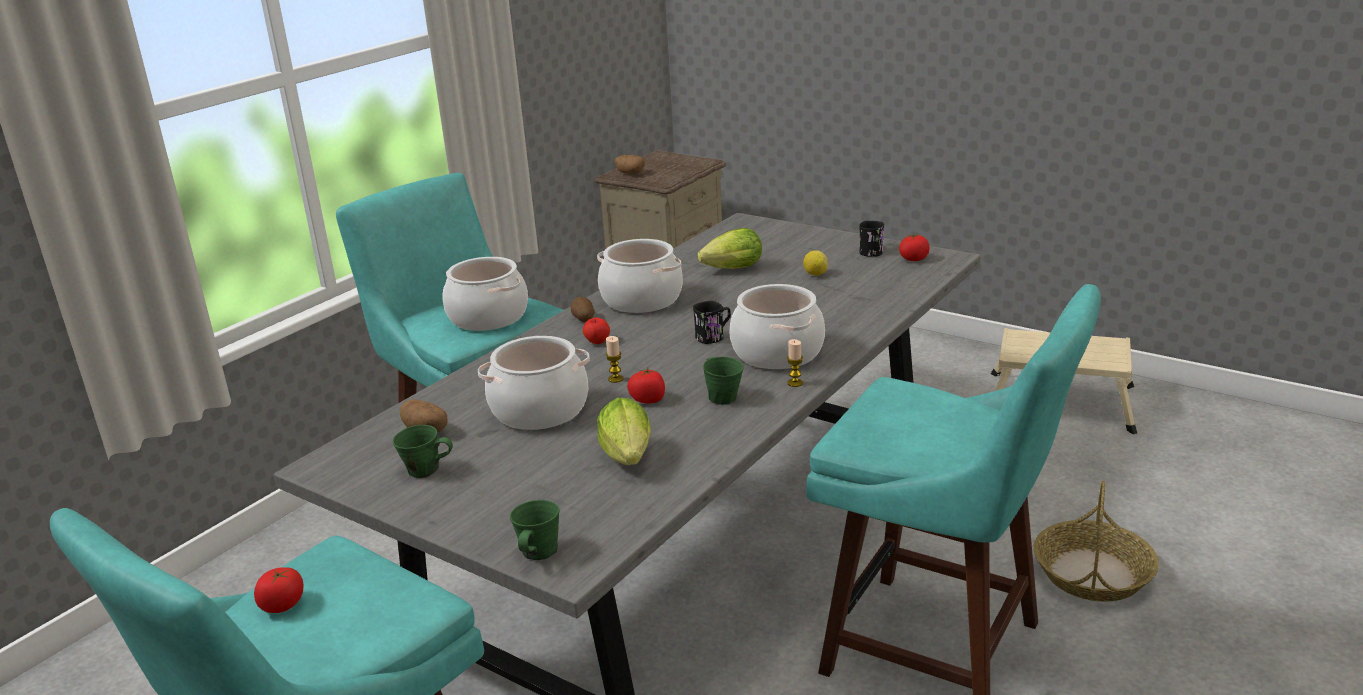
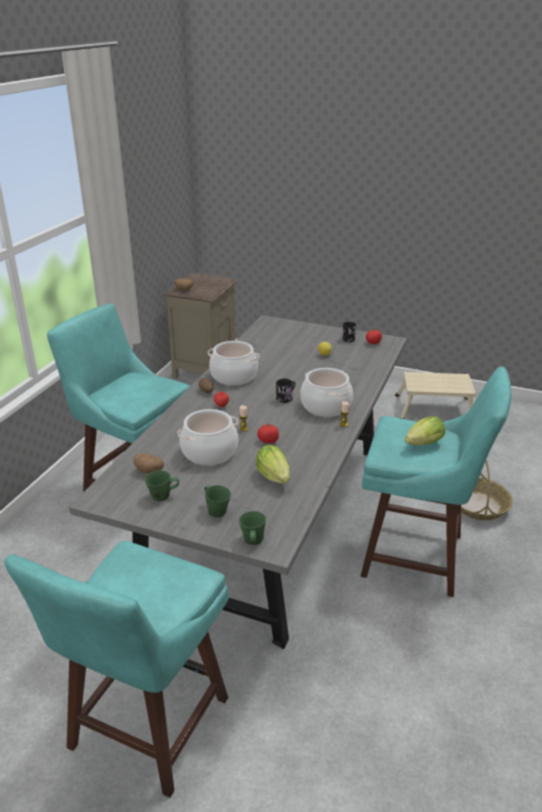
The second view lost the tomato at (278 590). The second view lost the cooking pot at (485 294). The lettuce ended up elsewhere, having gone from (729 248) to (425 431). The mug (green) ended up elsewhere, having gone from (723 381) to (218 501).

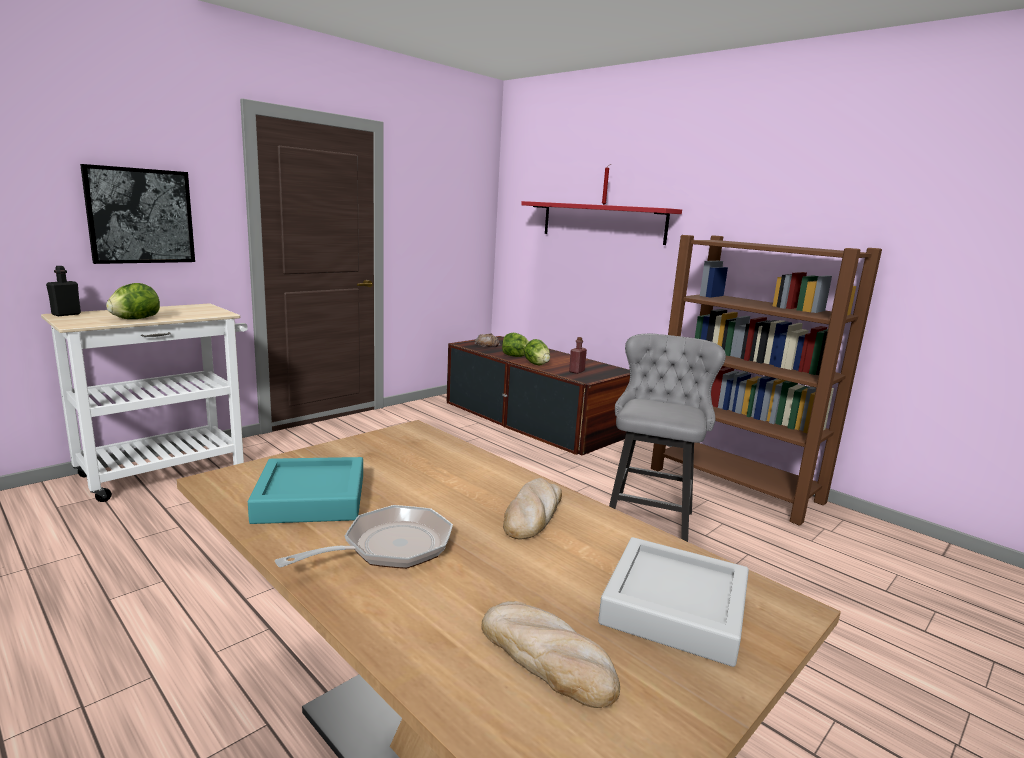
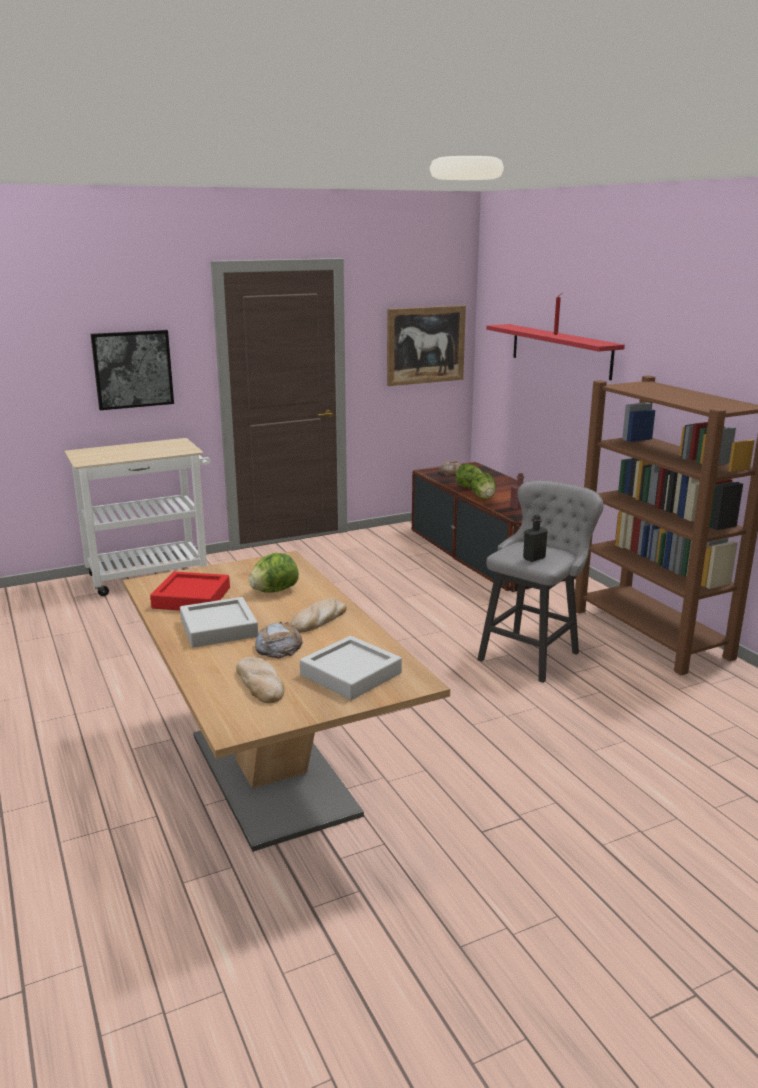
The bottle (black) ended up elsewhere, having gone from (63 291) to (535 538). The lettuce ended up elsewhere, having gone from (133 301) to (274 573). What was the tray (turquoise) at (305 490) turned into the tray (red) at (190 591). Where the frying pan stood at (364 537), the tray (grey) came to stand at (219 622). The second view gained the bread at (279 640). The second view gained the picture at (426 345).

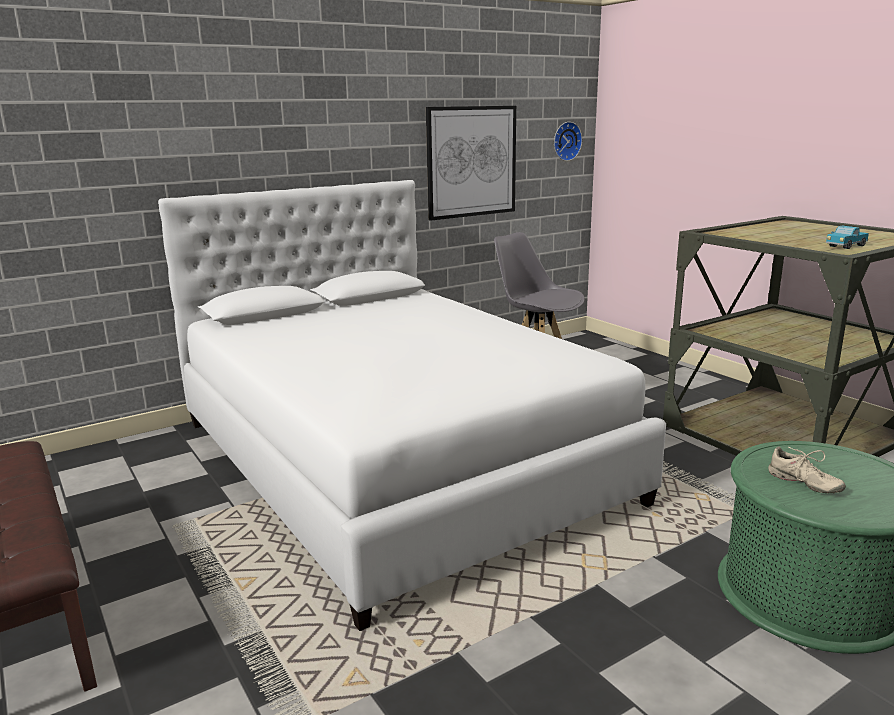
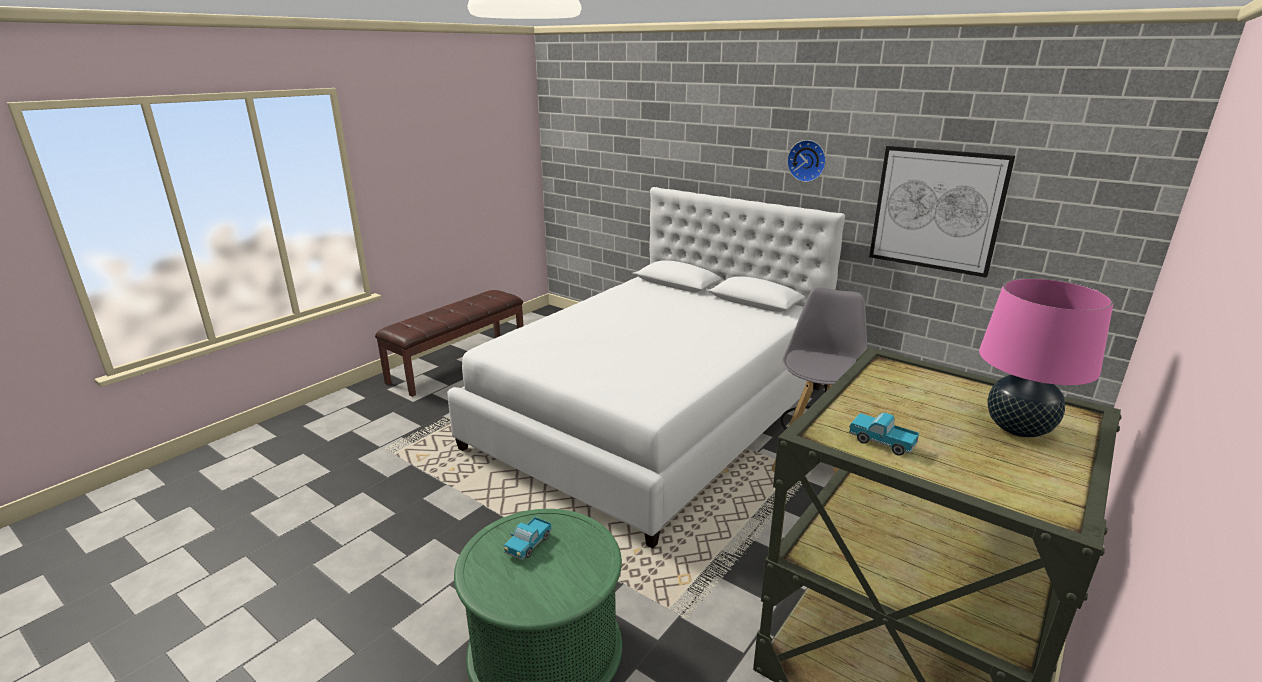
The wall clock ended up elsewhere, having gone from (568 141) to (806 161). Where the shoe (beige) stood at (807 469), the toy truck came to stand at (528 538). The second view gained the table lamp (pink) at (1046 357).

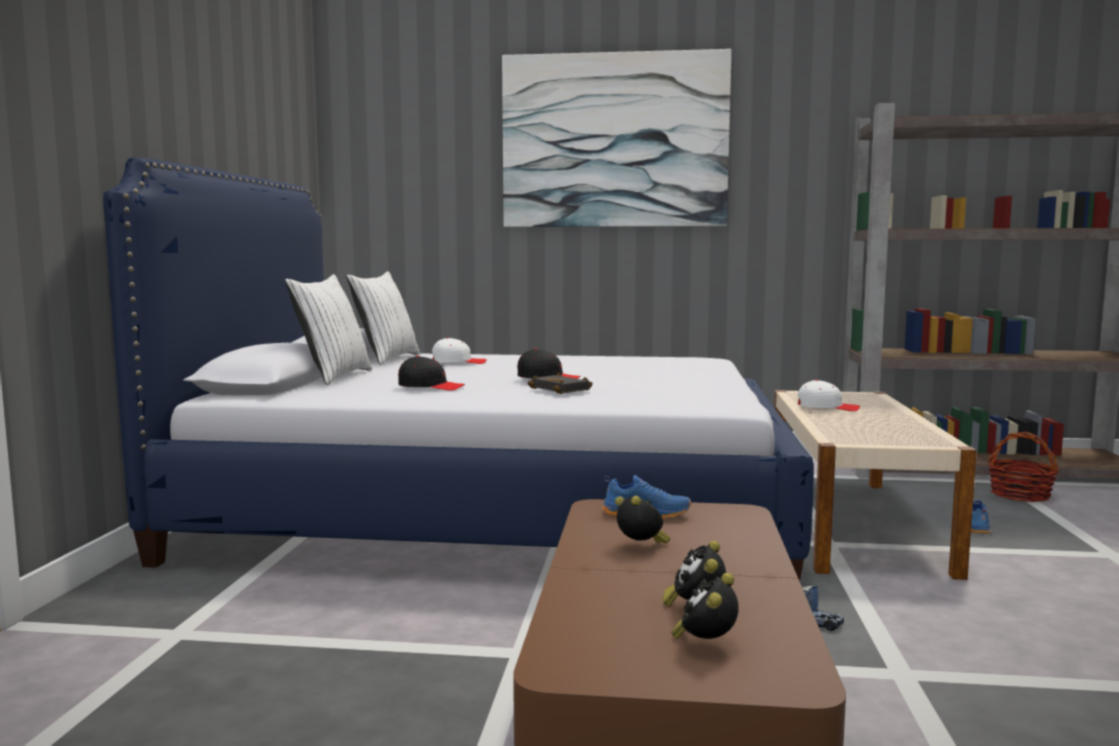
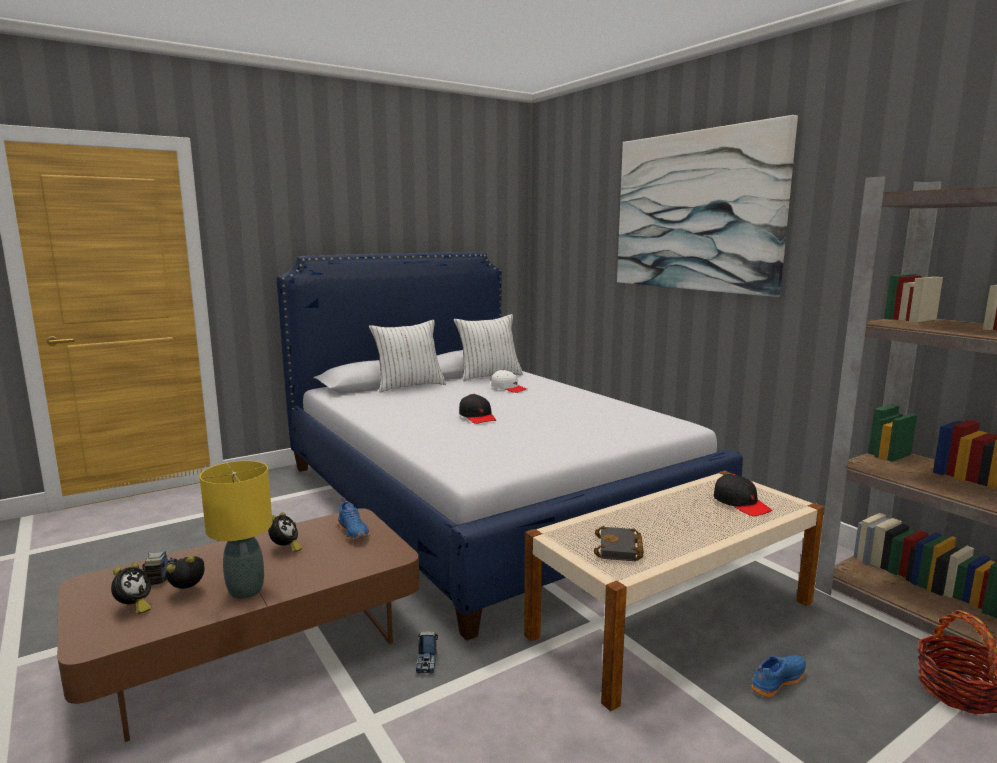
The cap (black) ended up elsewhere, having gone from (431 373) to (743 495). The book (black) ended up elsewhere, having gone from (560 383) to (619 543). The alarm clock at (705 606) ended up facing another way, 120 degrees clockwise from before. The second view lost the cap (white) at (829 395). The second view gained the toy truck at (159 568). The second view gained the table lamp (yellow) at (236 530).

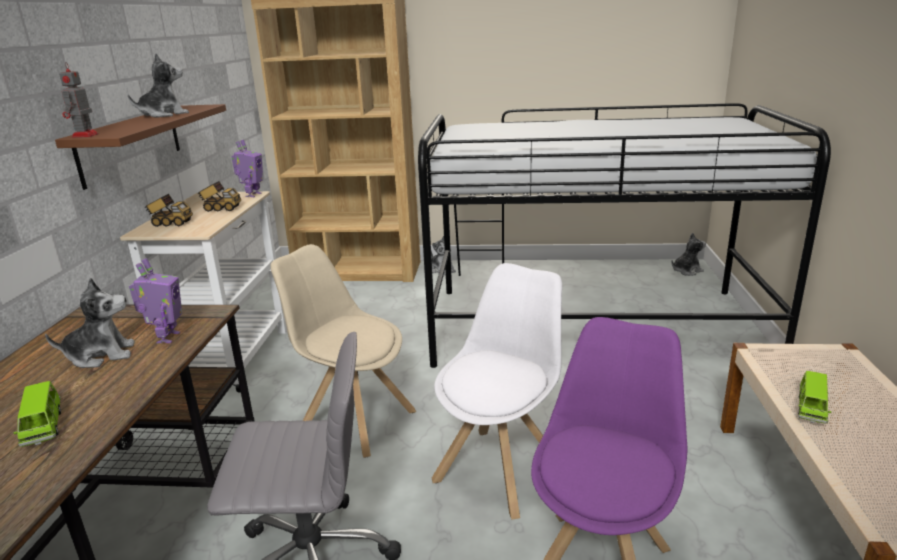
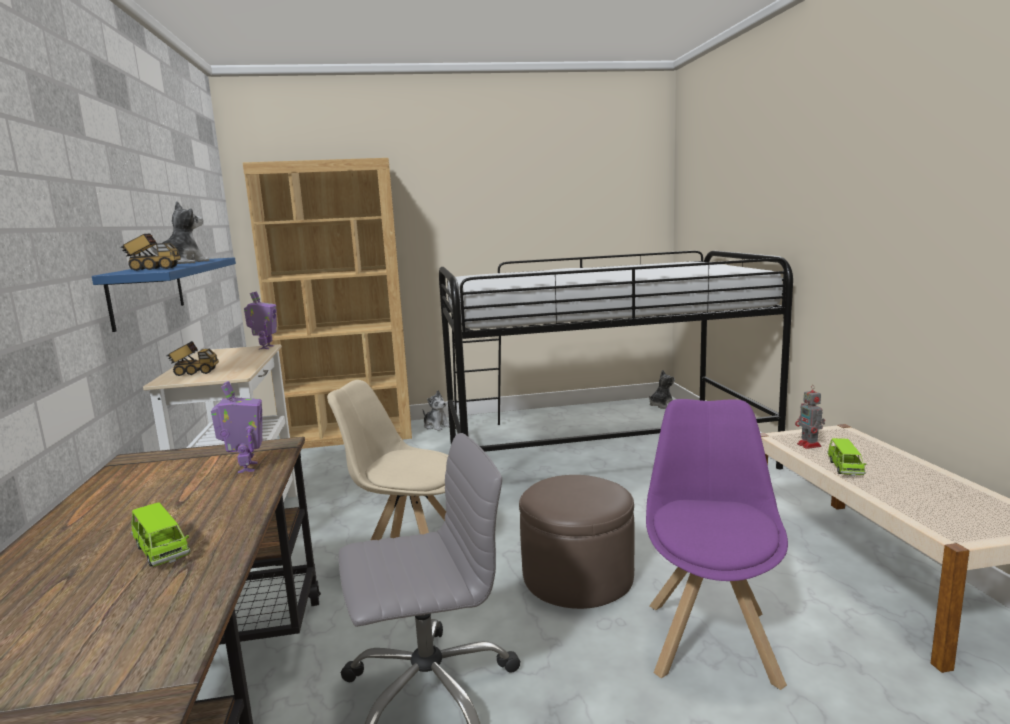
The second view lost the plush toy at (90 323). What was the shelf (brown) at (140 147) turned into the shelf (blue) at (164 295). The toy robot ended up elsewhere, having gone from (79 100) to (810 417). The toy truck ended up elsewhere, having gone from (219 196) to (150 252). Where the chair (white) stood at (497 391), the ottoman (brown) came to stand at (577 542).

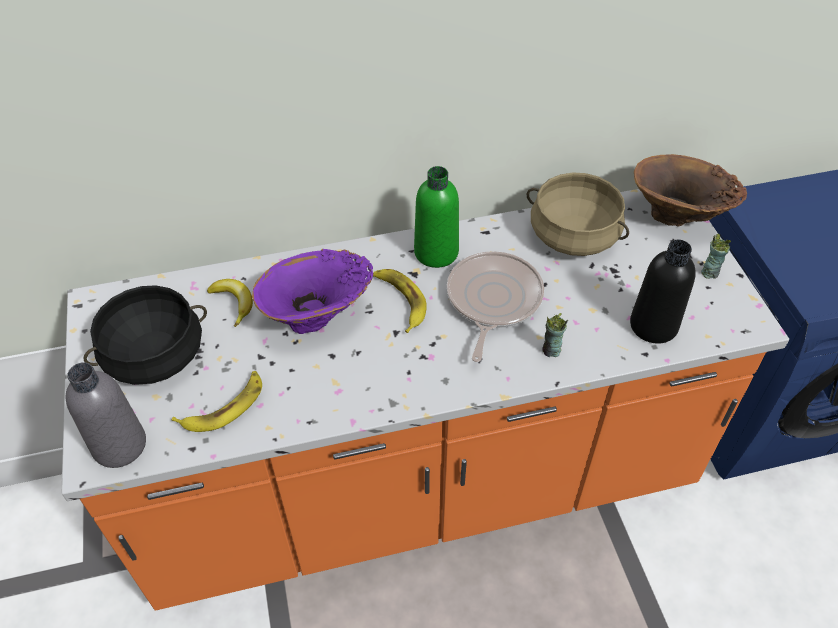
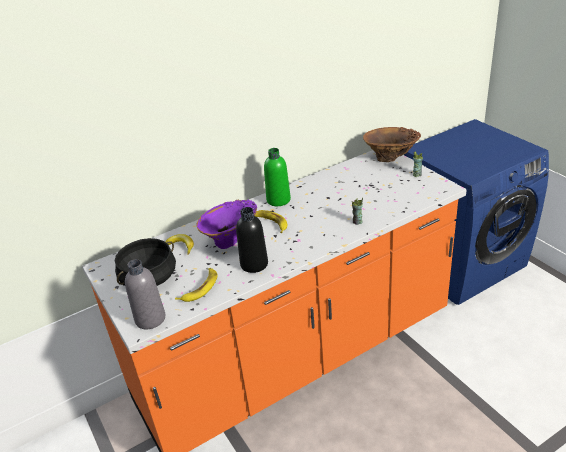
The second view lost the frying pan at (495 306). The second view lost the cooking pot (beige) at (577 214). The bottle (black) ended up elsewhere, having gone from (663 292) to (252 240).

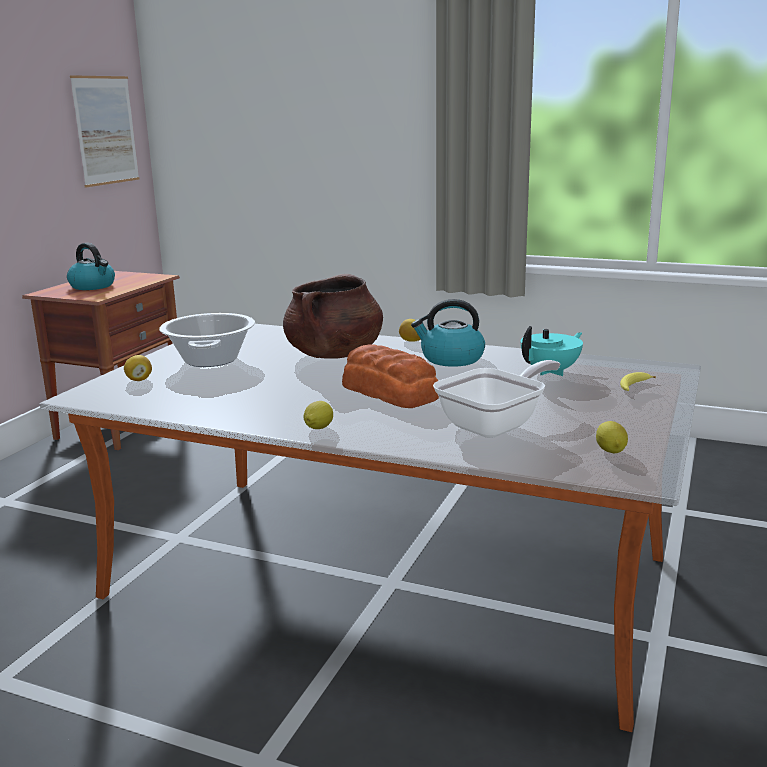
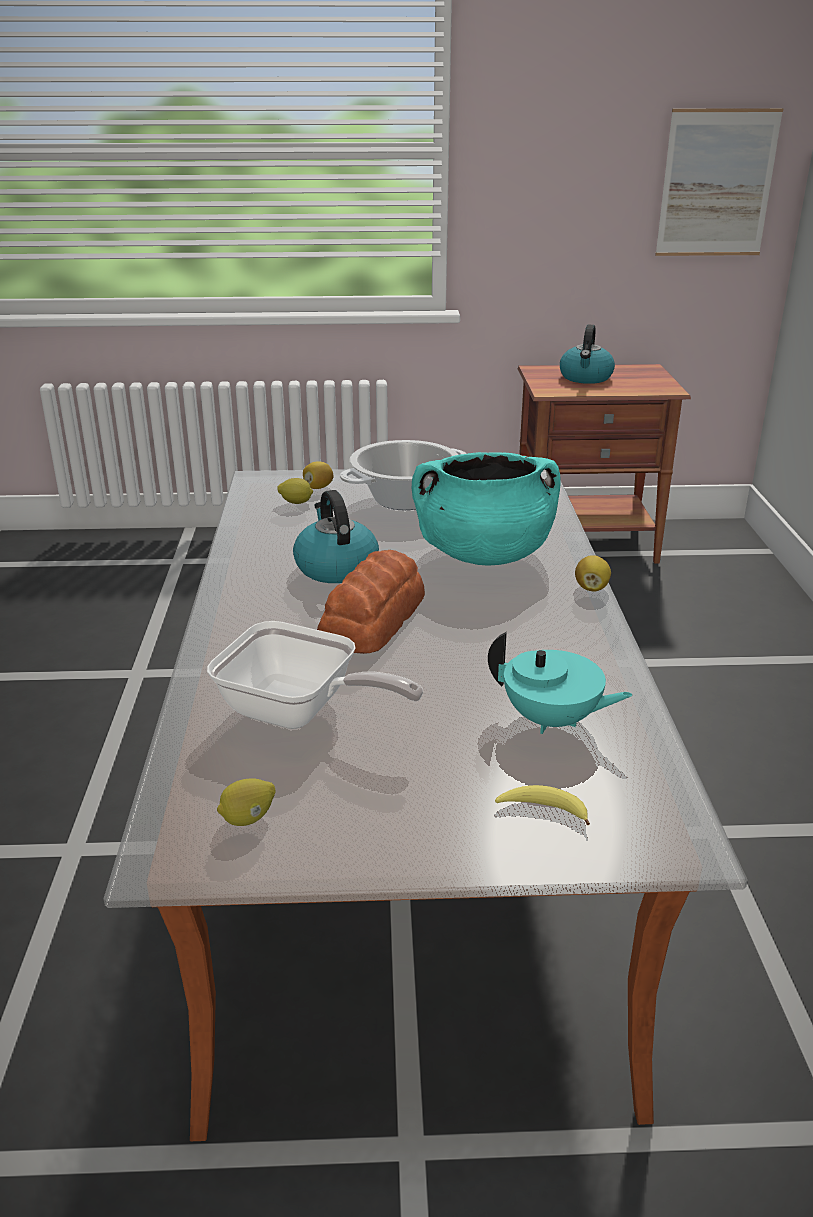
What was the cooking pot (brown) at (333 316) turned into the cooking pot (turquoise) at (486 509). The lemon ended up elsewhere, having gone from (318 415) to (295 491). The kettle ended up elsewhere, having gone from (448 333) to (336 536).

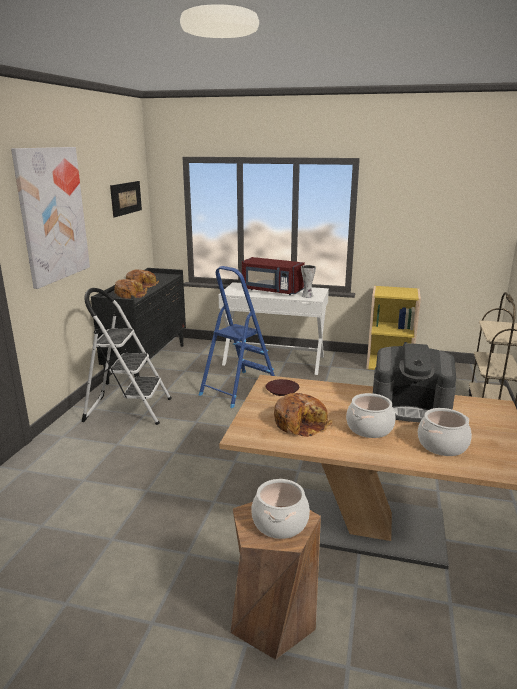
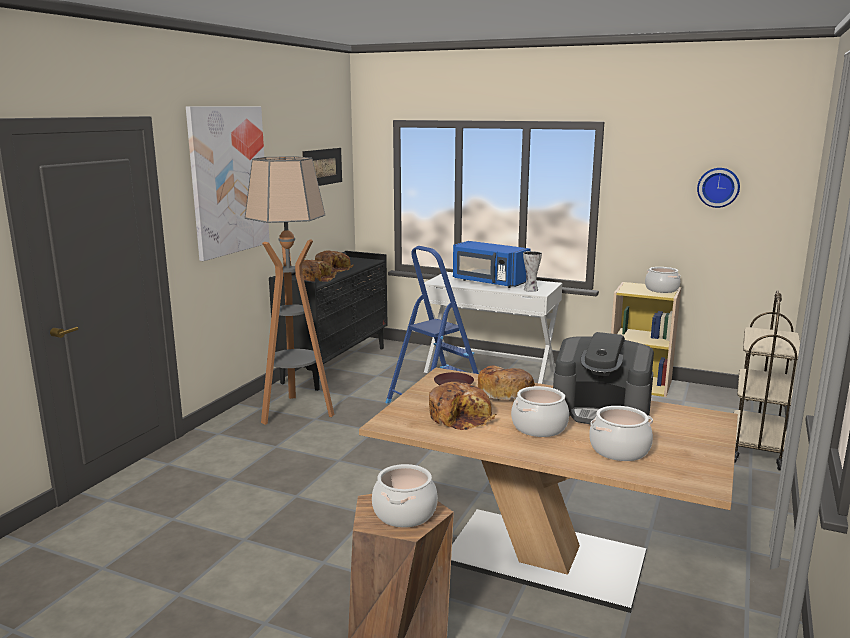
Where the step ladder stood at (127 356), the floor lamp came to stand at (289 290). What was the microwave (red) at (273 276) turned into the microwave (blue) at (491 264). The second view gained the bread at (506 383). The second view gained the cooking pot at (663 280). The second view gained the wall clock at (718 188).

